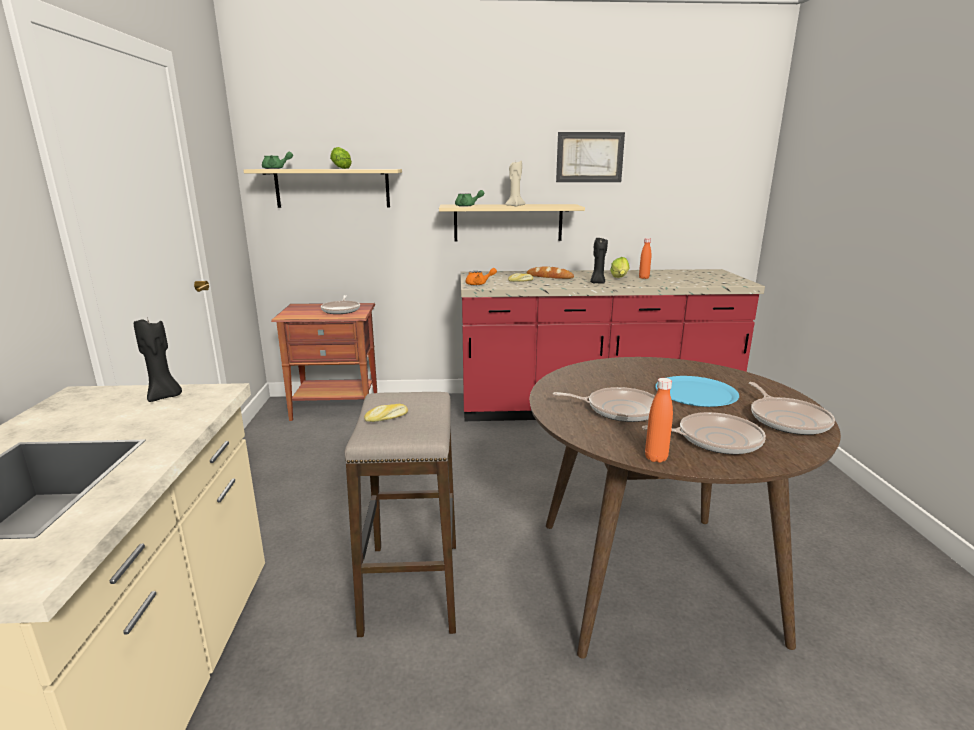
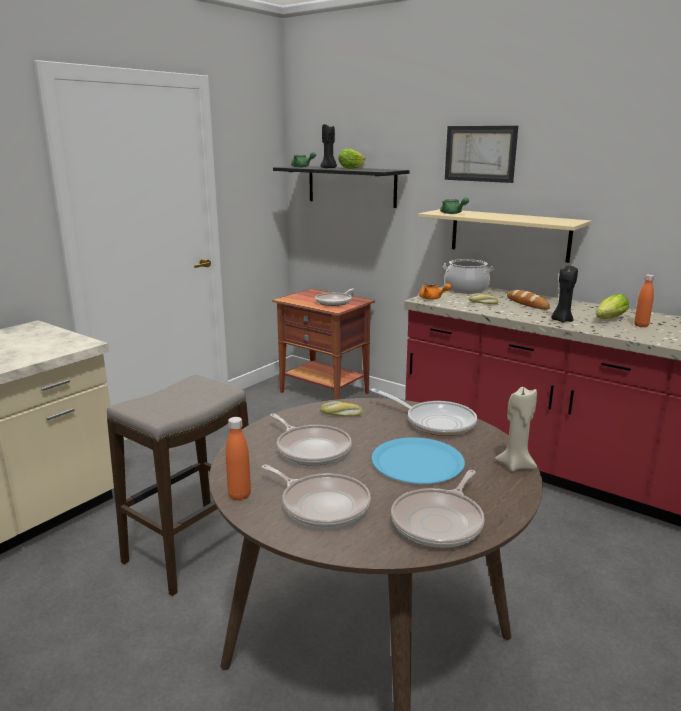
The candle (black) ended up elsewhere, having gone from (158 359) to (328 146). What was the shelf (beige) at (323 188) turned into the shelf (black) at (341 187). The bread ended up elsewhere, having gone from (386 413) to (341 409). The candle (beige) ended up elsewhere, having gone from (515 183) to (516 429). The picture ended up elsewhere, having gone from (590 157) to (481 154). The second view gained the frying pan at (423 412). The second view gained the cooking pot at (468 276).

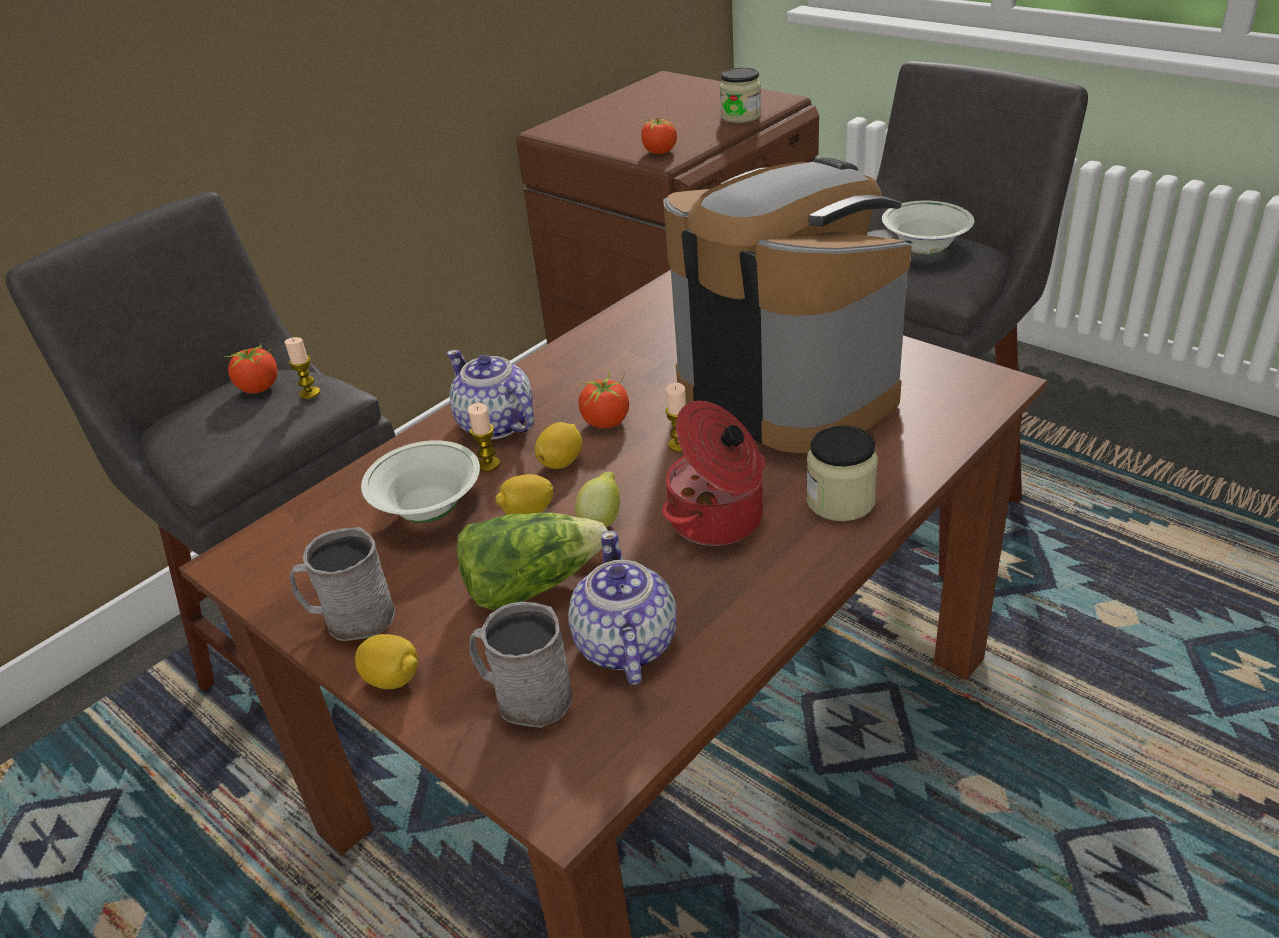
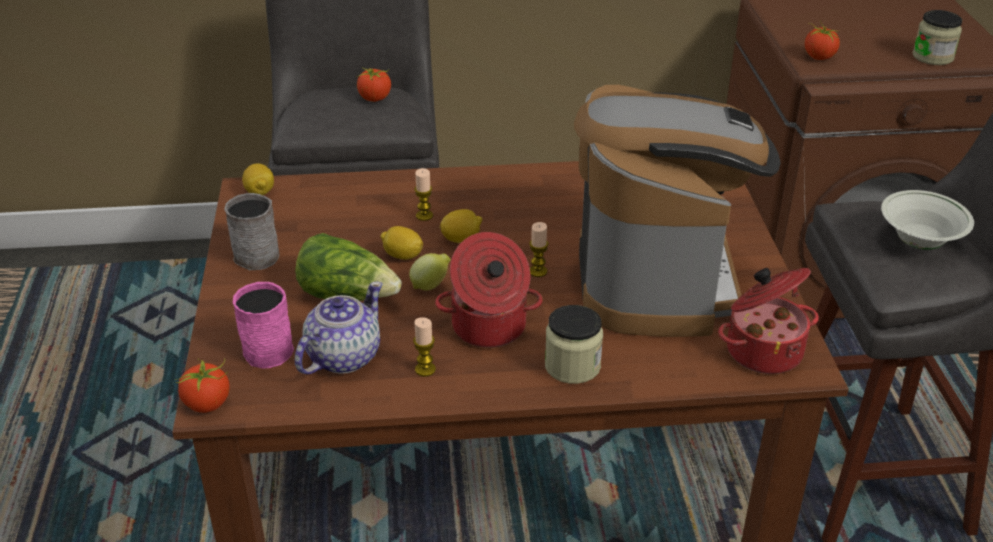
The candle ended up elsewhere, having gone from (302 368) to (424 347). The lemon ended up elsewhere, having gone from (386 661) to (258 179). The second view lost the bowl (white) at (420 481). The second view lost the teapot at (490 394). What was the mug (grey) at (520 665) turned into the mug (pink) at (263 325). The tomato ended up elsewhere, having gone from (603 398) to (202 385). The second view gained the cooking pot at (768 321).

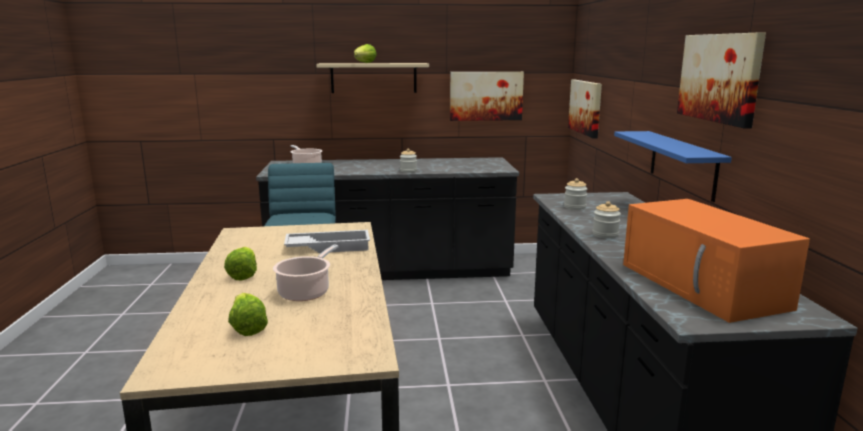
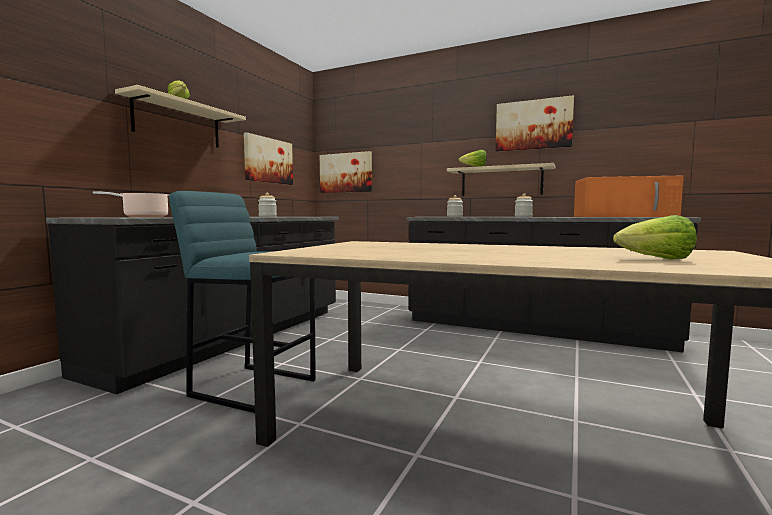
The lettuce ended up elsewhere, having gone from (240 263) to (472 158). The second view lost the cooking pot at (306 272). The second view lost the tray (white) at (327 241). What was the shelf (blue) at (673 166) turned into the shelf (beige) at (501 179).

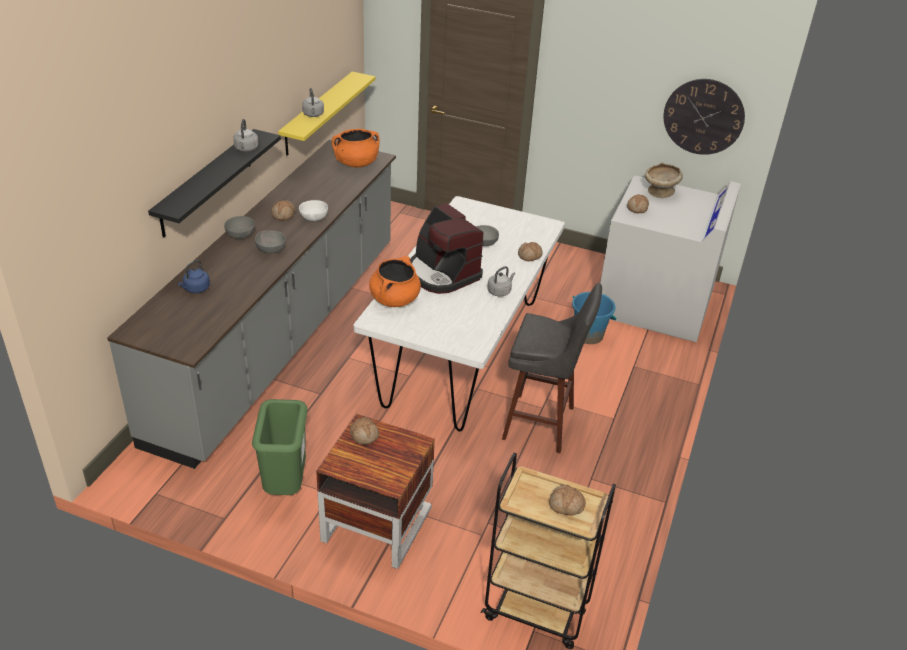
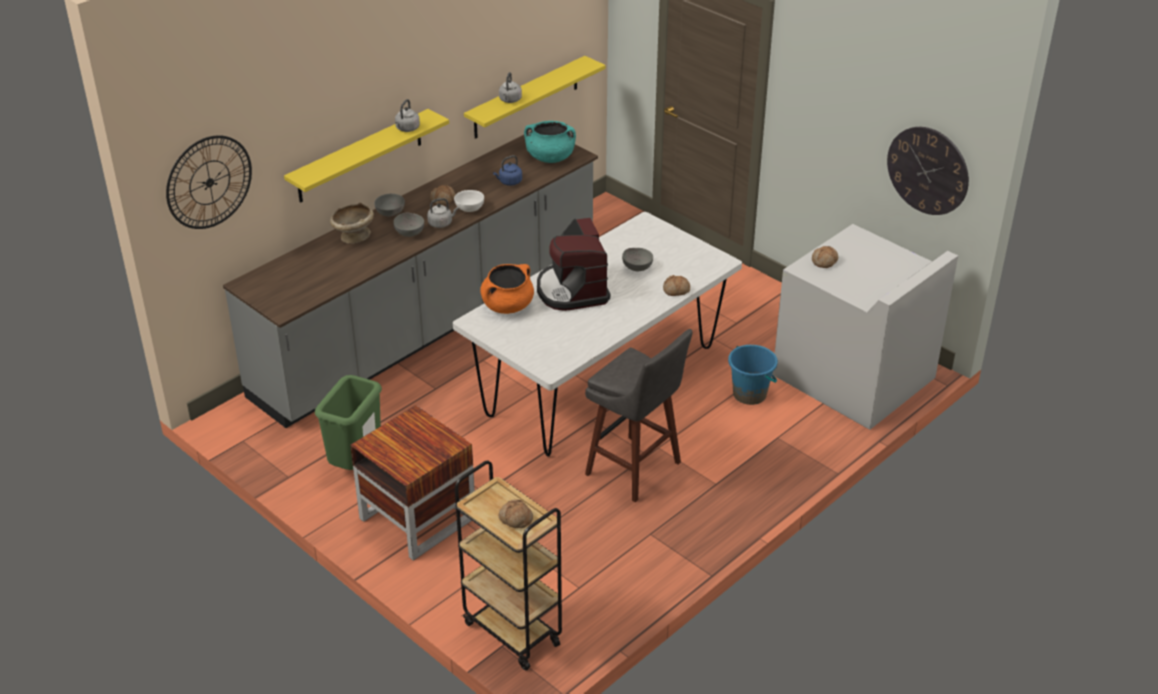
What was the shelf (black) at (214 183) turned into the shelf (yellow) at (366 156). The kettle (blue) ended up elsewhere, having gone from (194 276) to (507 170). What was the cooking pot (orange) at (356 148) turned into the cooking pot (turquoise) at (550 142). The second view lost the bread at (364 431). The kettle (grey) ended up elsewhere, having gone from (501 281) to (442 213). The bowl (beige) ended up elsewhere, having gone from (664 180) to (352 223). The second view gained the wall clock at (209 182).

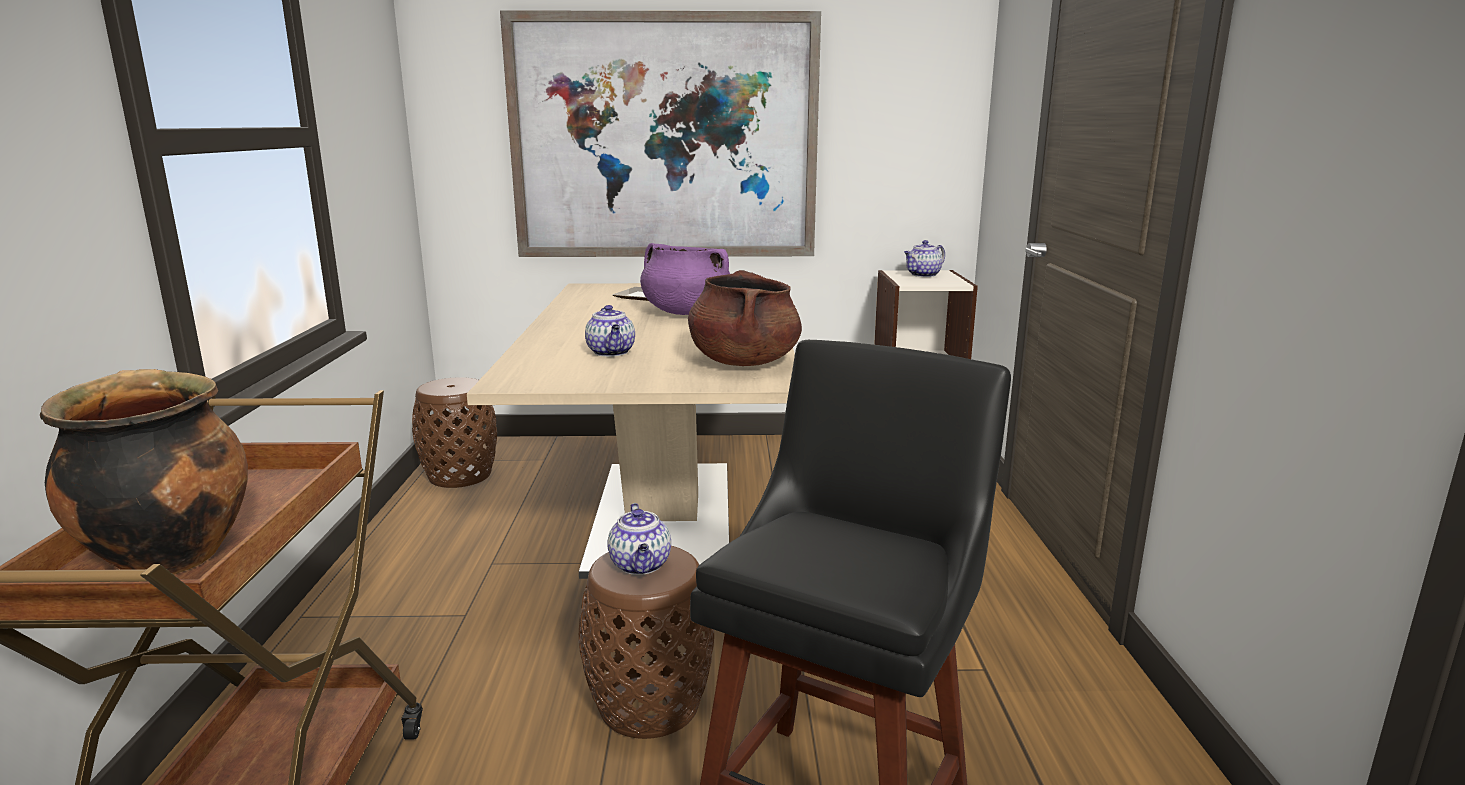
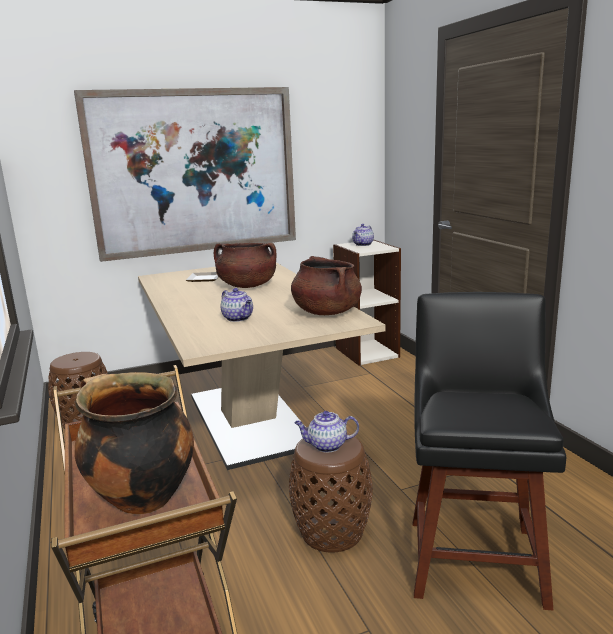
The teapot at (639 539) ended up facing another way, 120 degrees clockwise from before. What was the cooking pot (purple) at (685 279) turned into the cooking pot (brown) at (245 265).

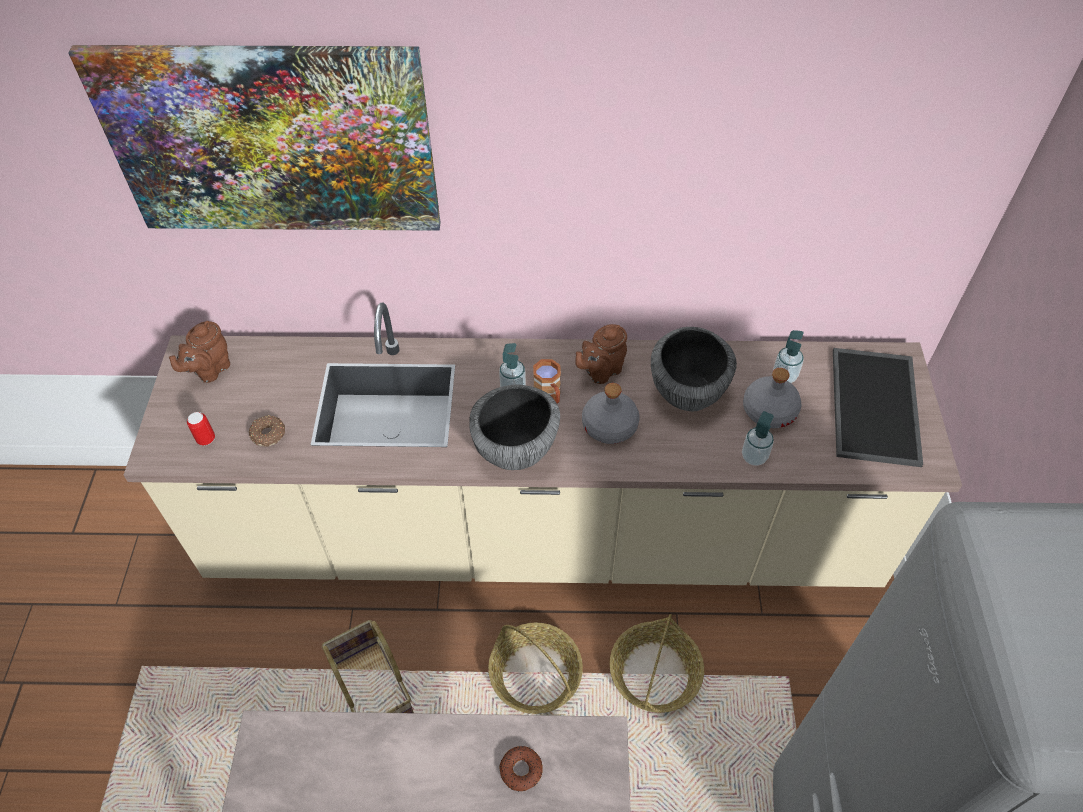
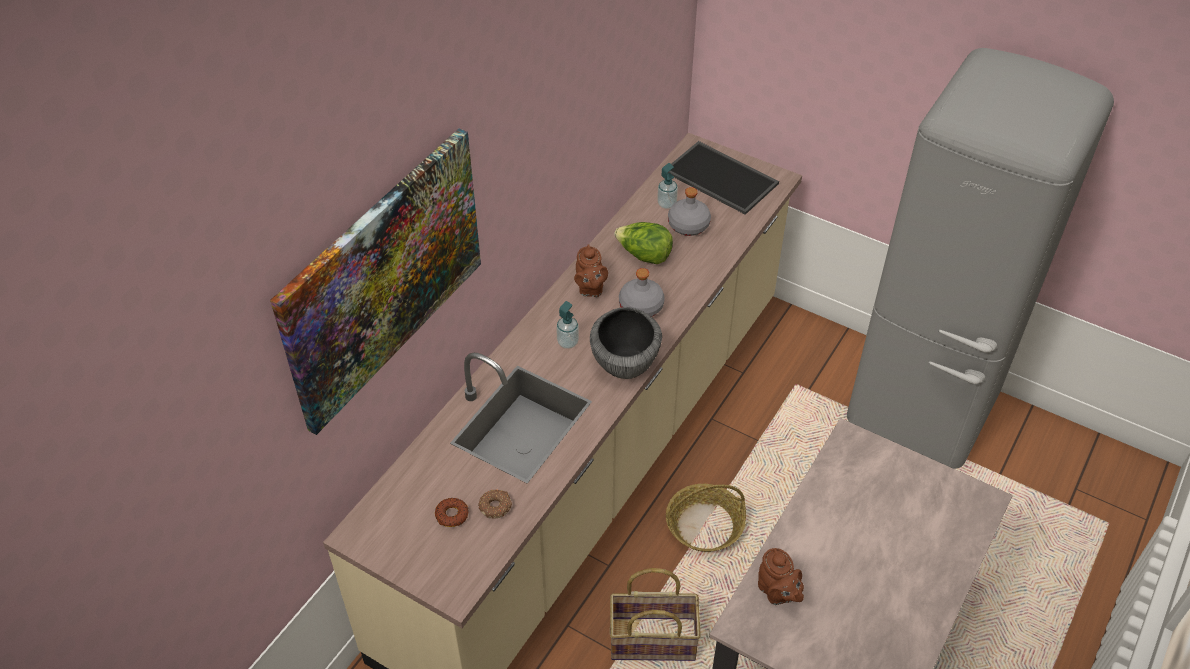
The teapot (brown) ended up elsewhere, having gone from (199 352) to (781 576). The second view lost the can at (201 428). The donut ended up elsewhere, having gone from (521 769) to (452 512). The second view lost the mug (brown) at (547 381). The second view lost the basket at (657 663). Where the bowl stood at (694 369), the lettuce came to stand at (643 243). The second view lost the soap dispenser at (758 438).

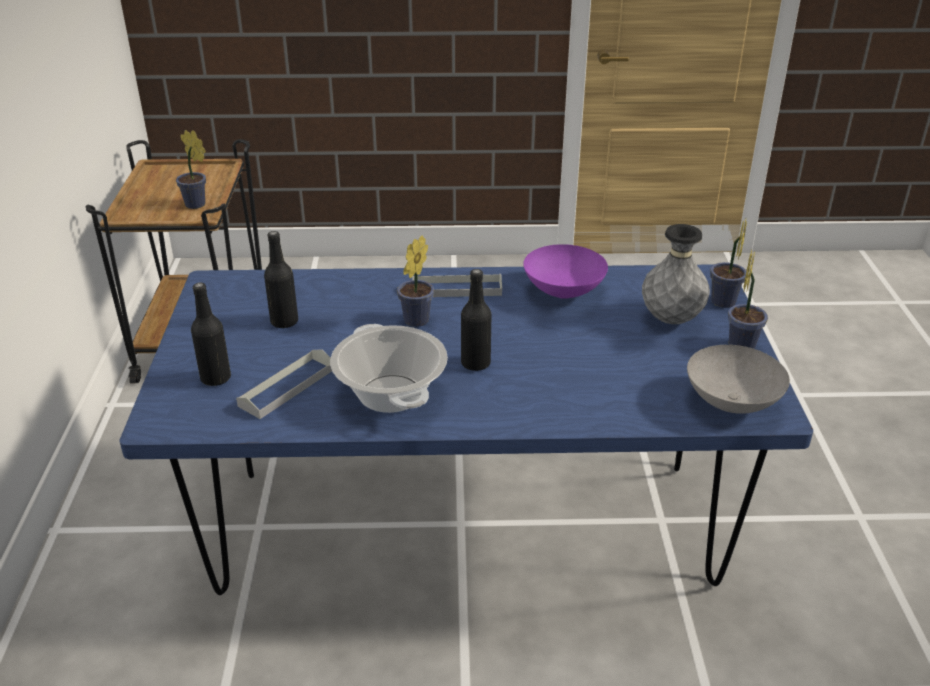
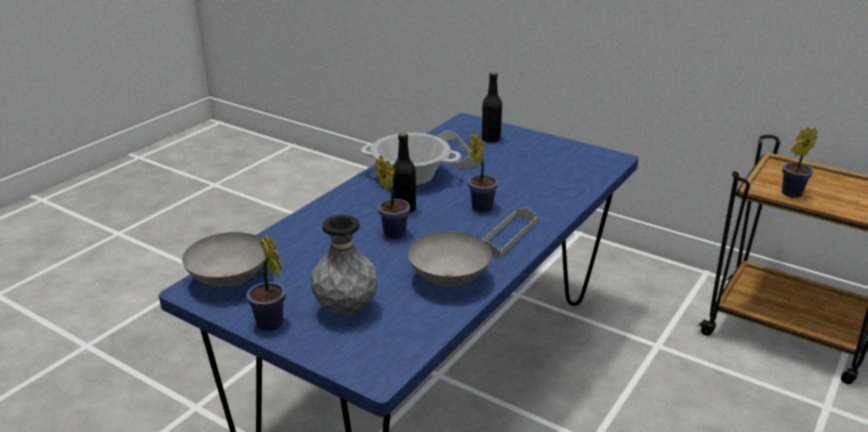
The second view lost the bottle (black) at (281 280). What was the bowl (purple) at (565 271) turned into the bowl (grey) at (450 259). The potted plant ended up elsewhere, having gone from (728 263) to (392 197).

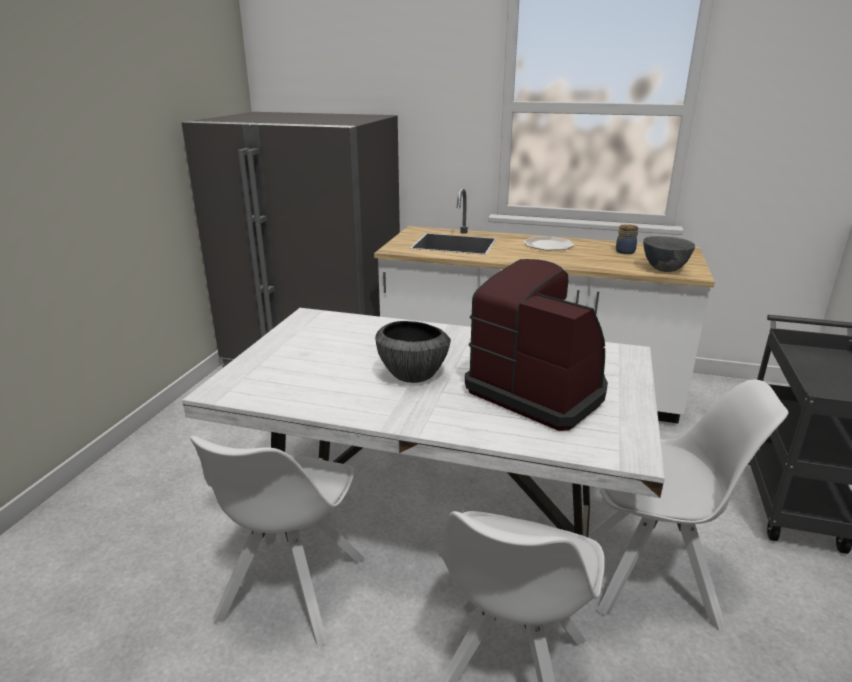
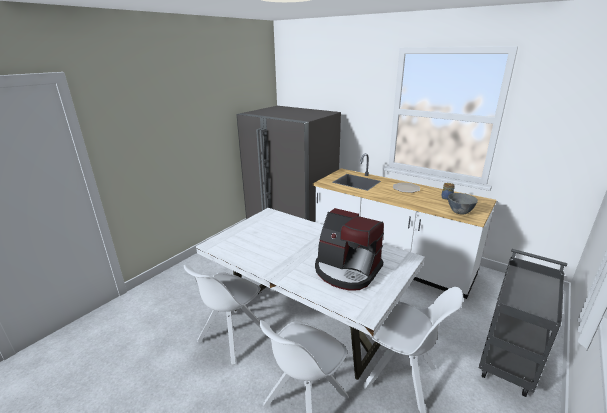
The second view lost the bowl at (413 352). The coffee machine at (536 345) ended up facing another way, 150 degrees clockwise from before.

